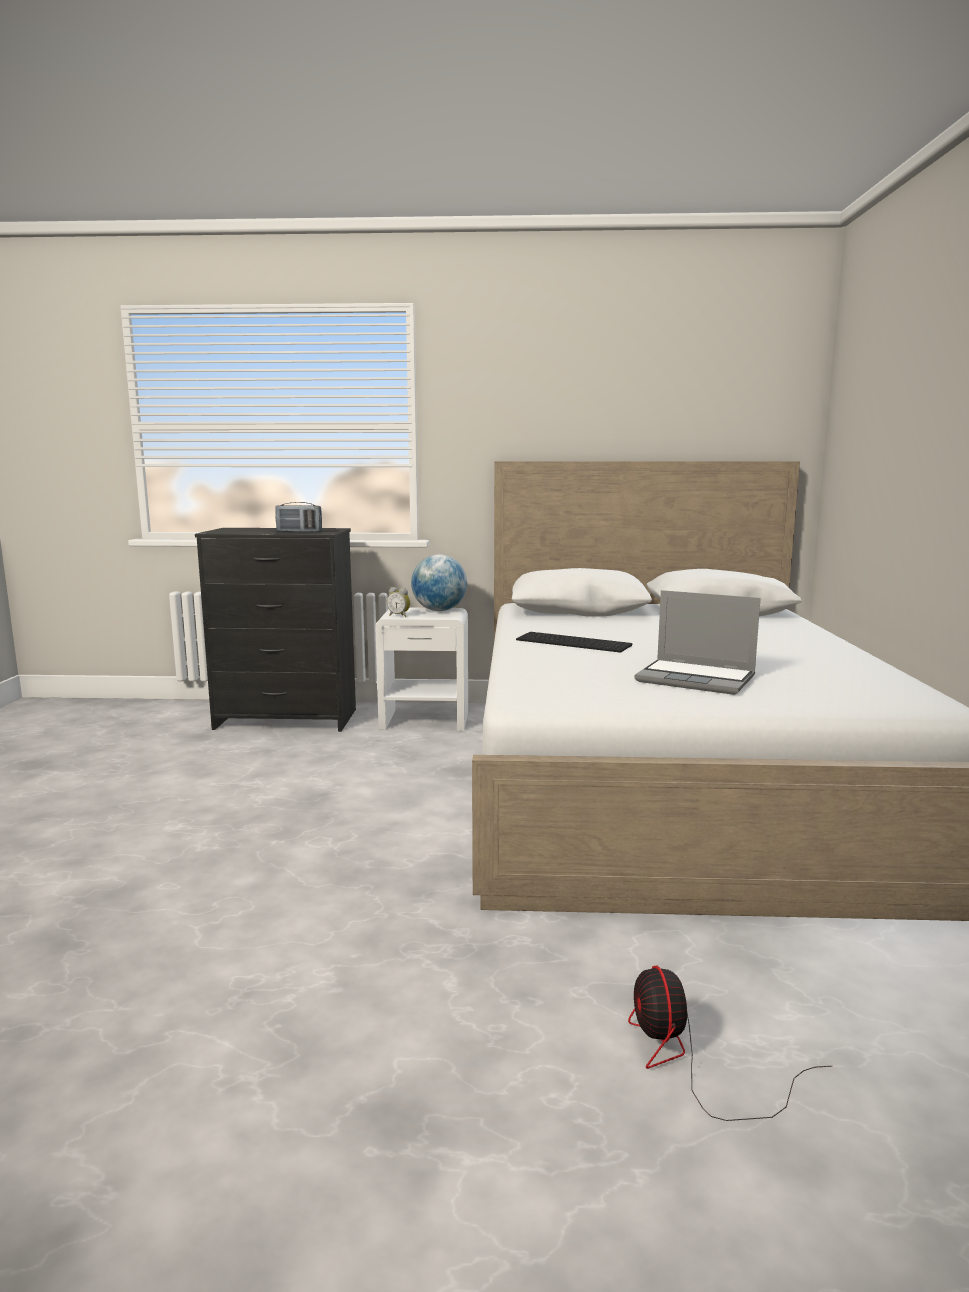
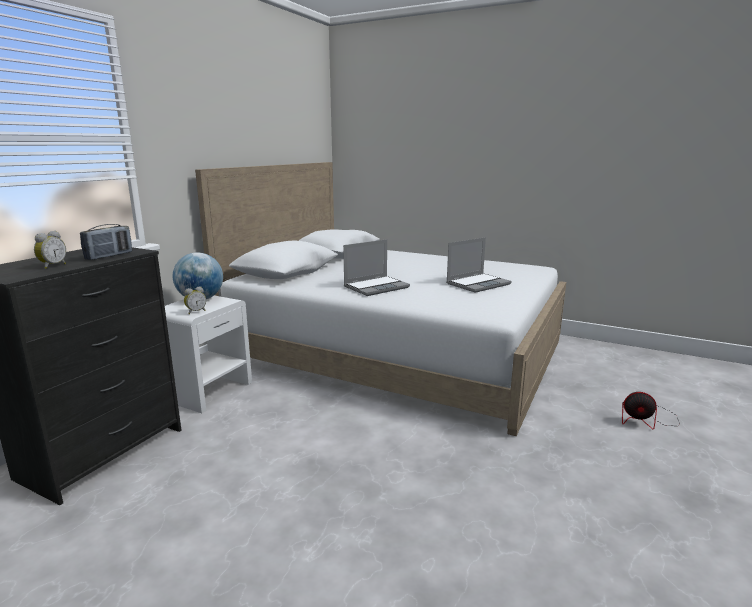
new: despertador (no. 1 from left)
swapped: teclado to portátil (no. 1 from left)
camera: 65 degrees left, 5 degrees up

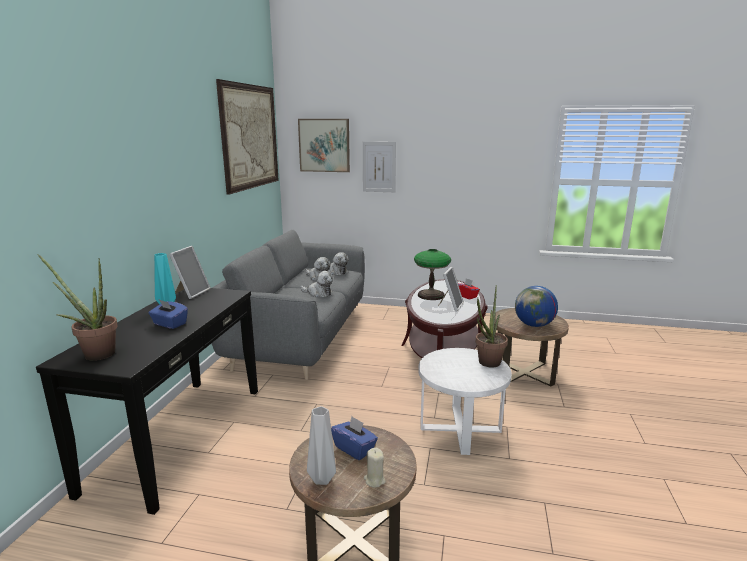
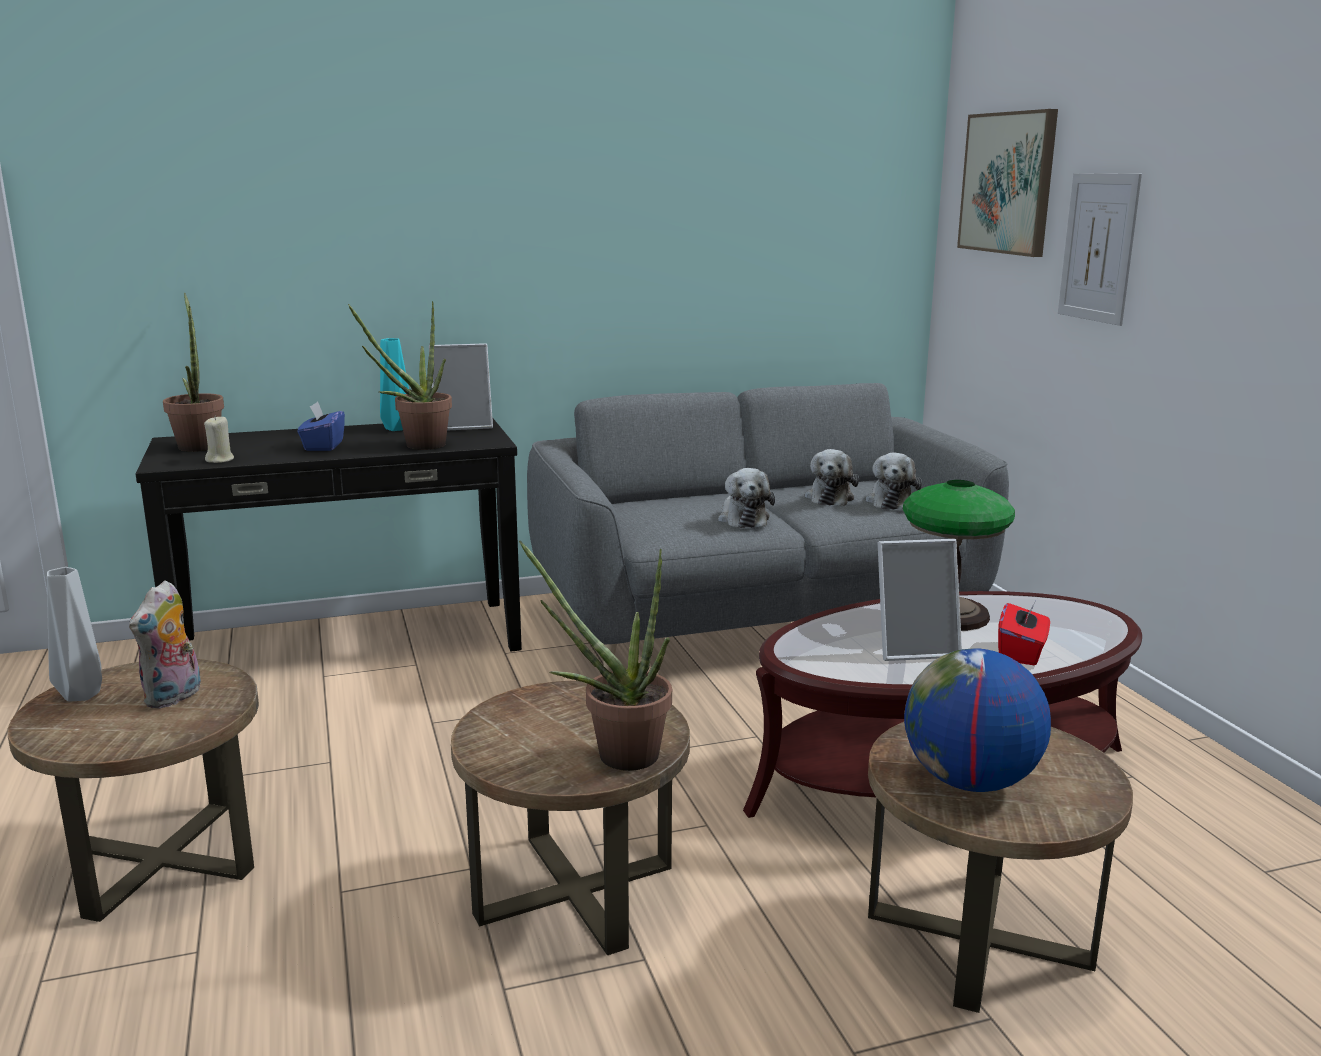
gone: cuadro (no. 1 from left)
new: planta en maceta (no. 2 from left)
shifted: vela (beis)
swapped: caja de pañuelos (azul) (no. 2 from left) to peluche (no. 1 from left)
repainted: mesa auxiliar (blanco) to mesa auxiliar (marrón) (no. 2 from left)
camera: 60 degrees right, 0 degrees up

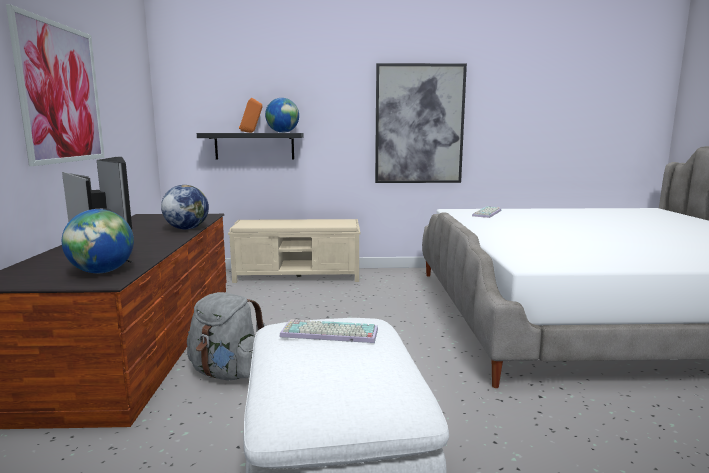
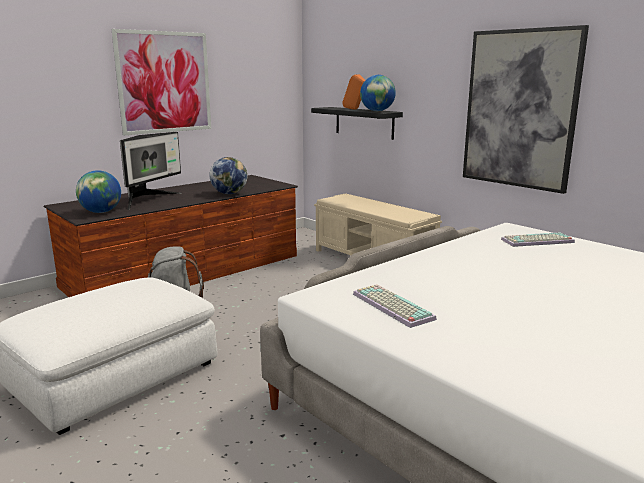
shifted: teclado (no. 1 from left)
camera: 50 degrees right, 5 degrees up

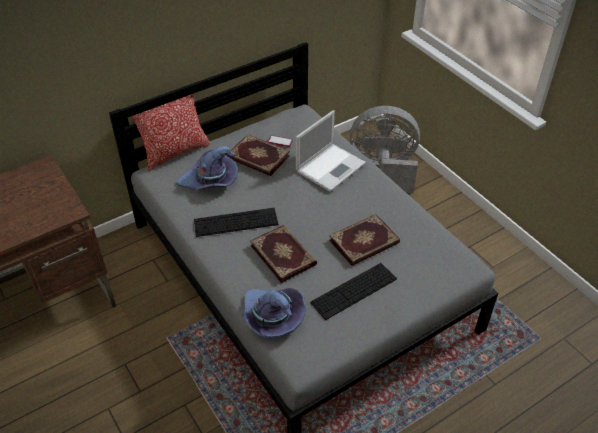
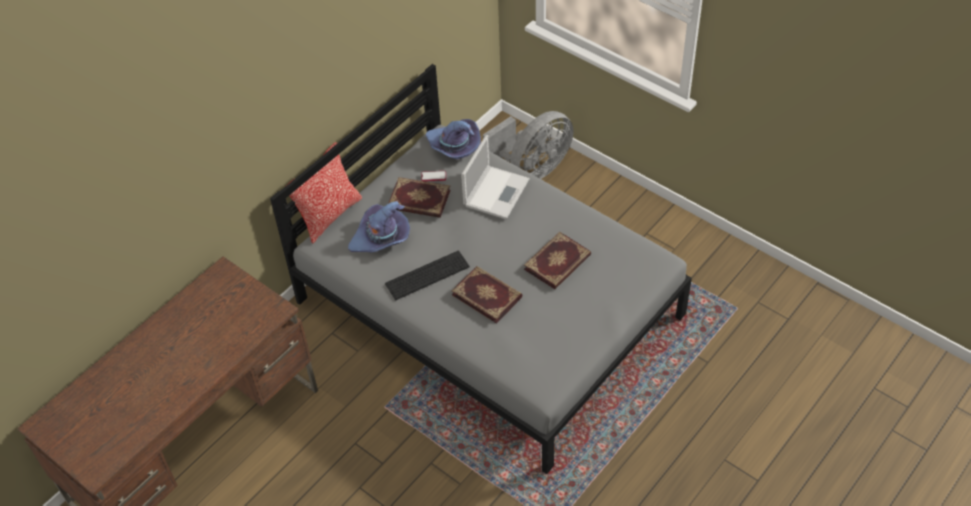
gone: teclado (no. 2 from left)
shifted: sombrero (morado) (no. 2 from left)
rotated: ventilador (gris) 150 degrees clockwise
camera: 15 degrees left, 5 degrees up

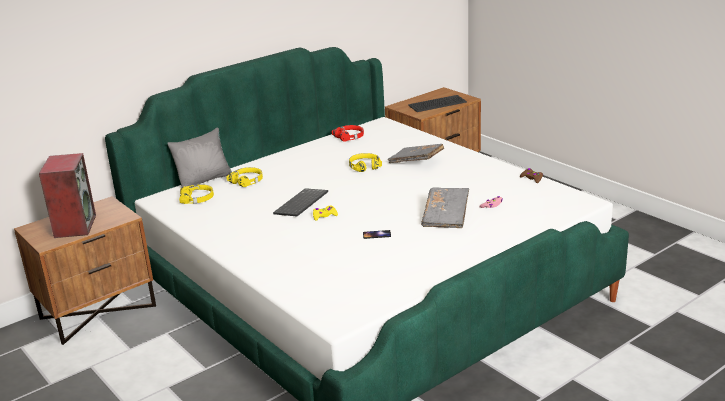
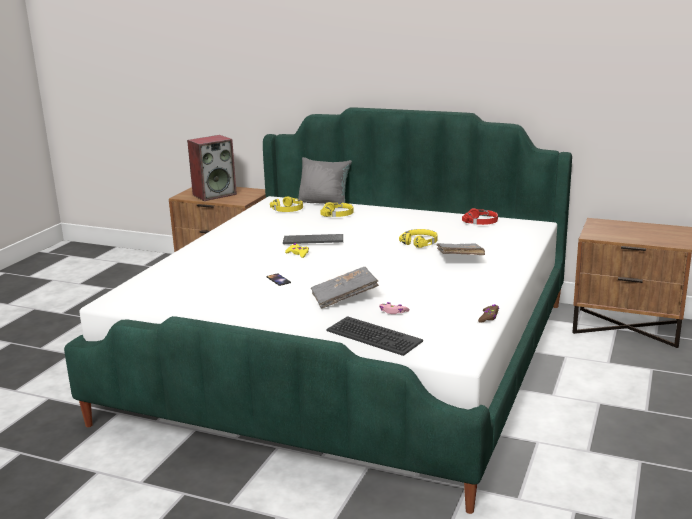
shifted: teclado (no. 2 from left)
camera: 60 degrees right, 5 degrees down

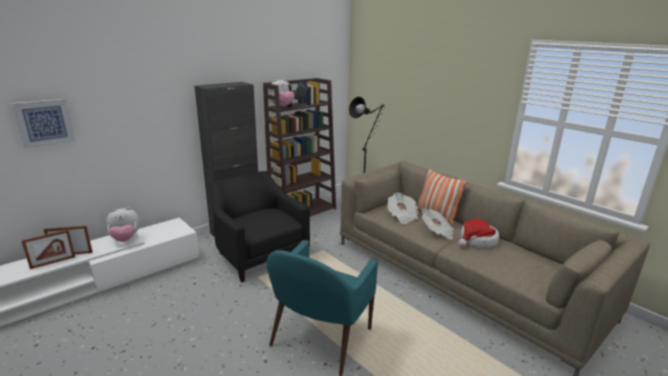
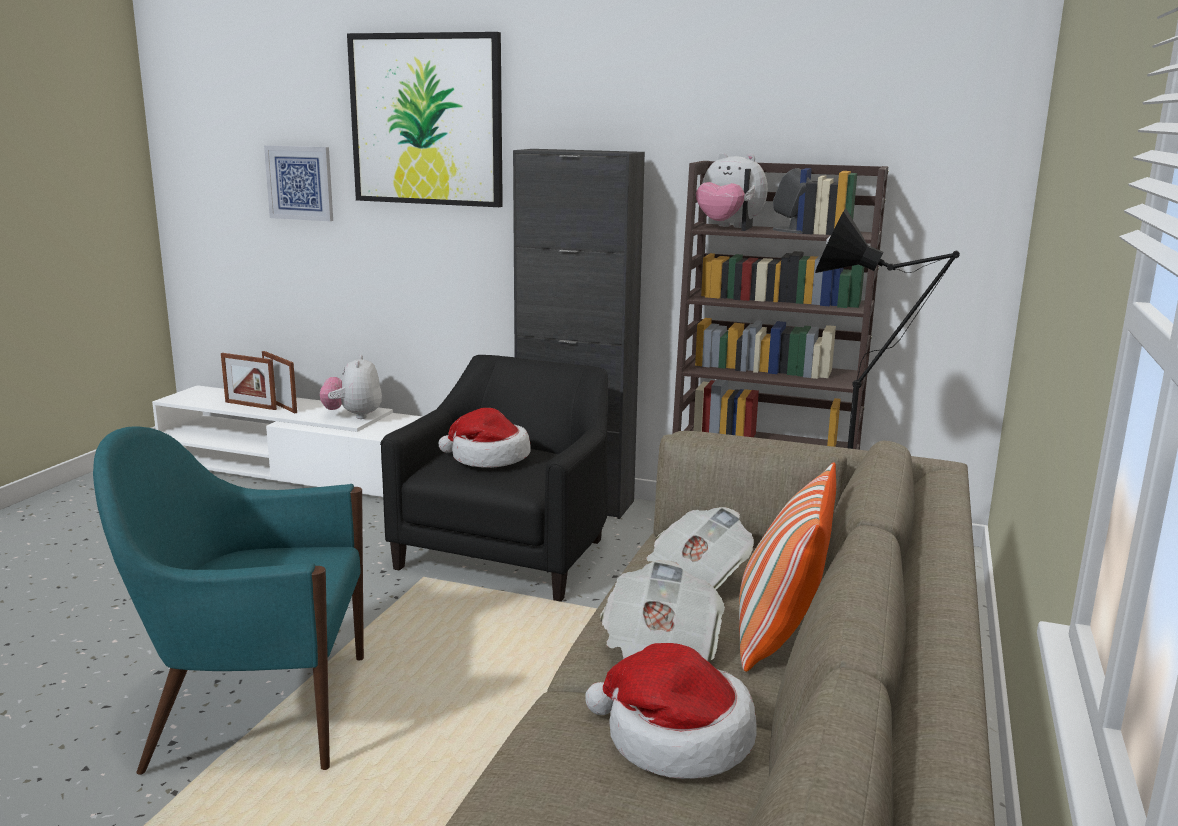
new: cuadro (no. 2 from left); sombrero (no. 1 from left)
rotated: peluche (no. 1 from left) 45 degrees clockwise
camera: 60 degrees right, 5 degrees down

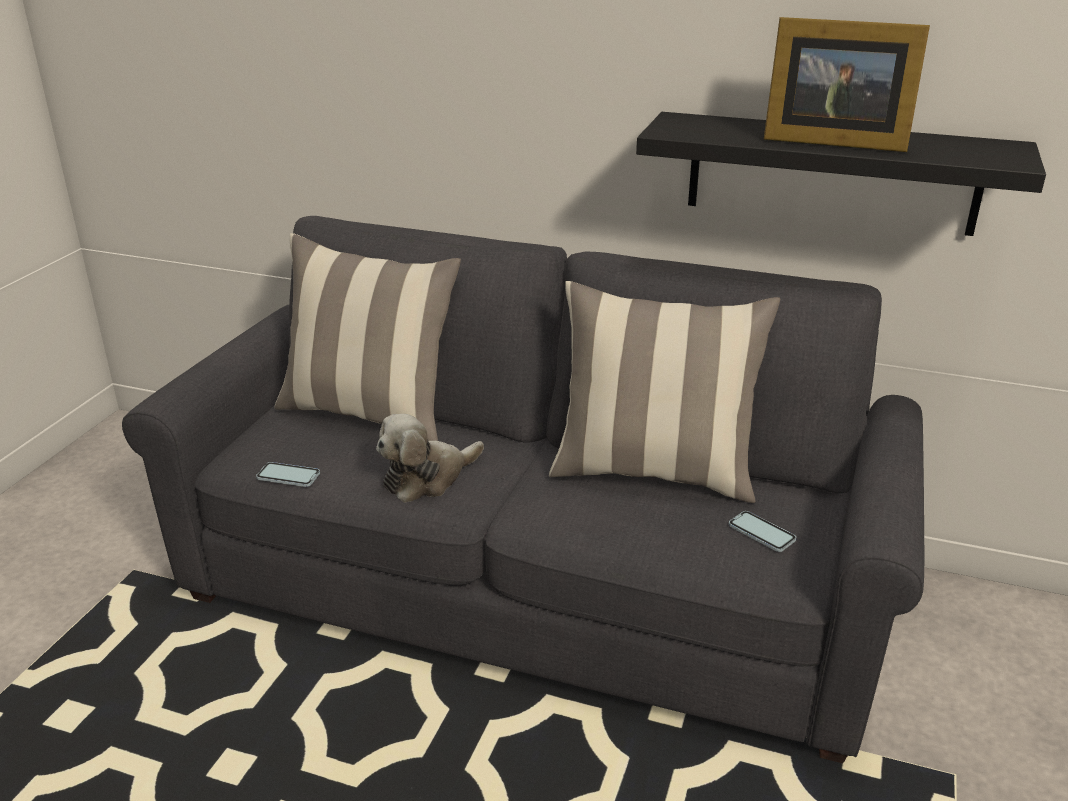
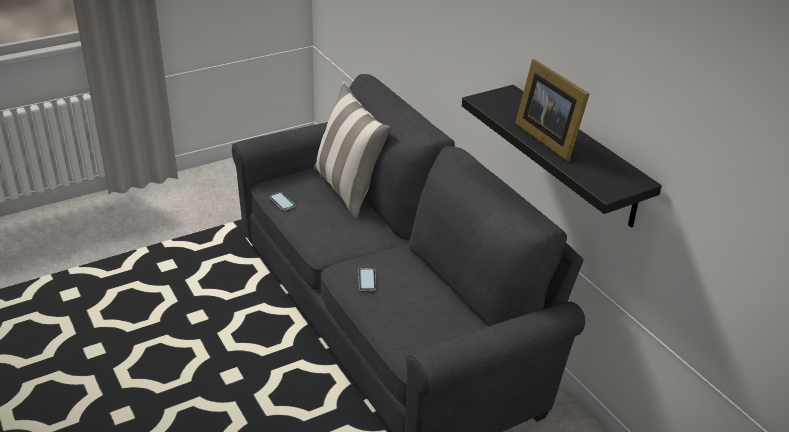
gone: peluche; cojín (no. 2 from left)
shifted: móvil (no. 2 from left)
camera: 40 degrees right, 5 degrees up

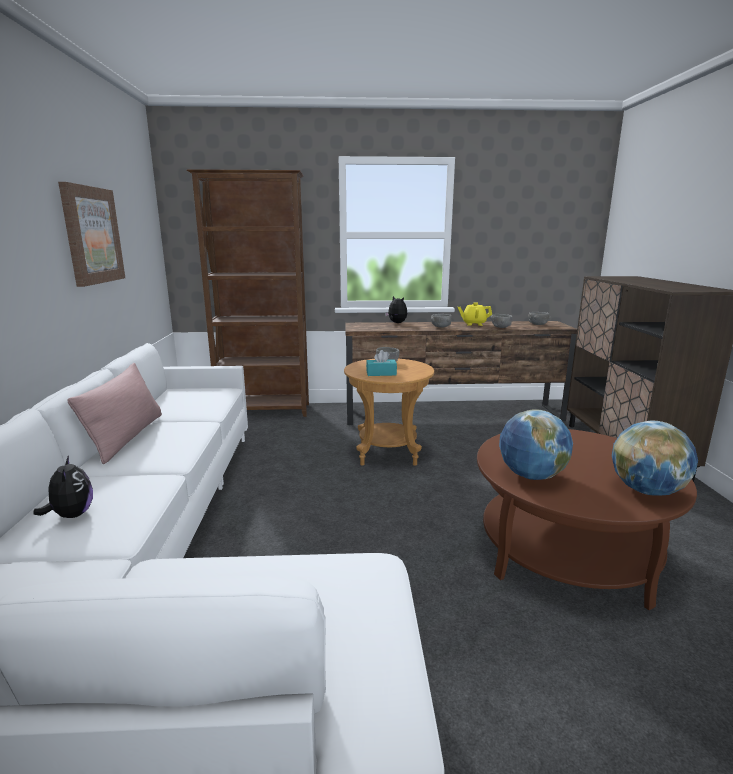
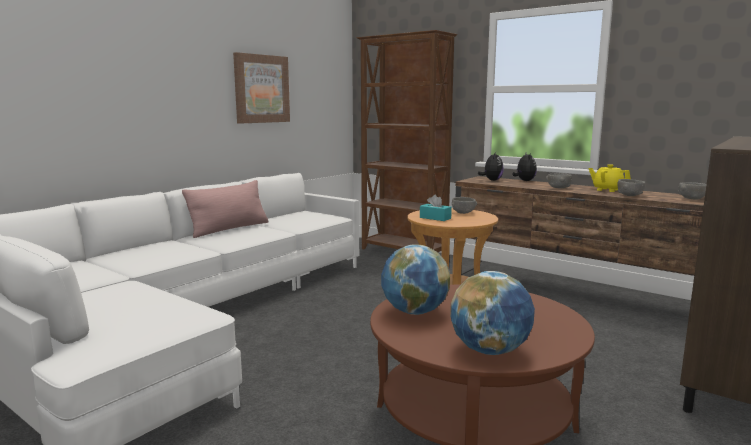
shifted: peluche (no. 1 from left)
camera: 40 degrees right, 5 degrees down

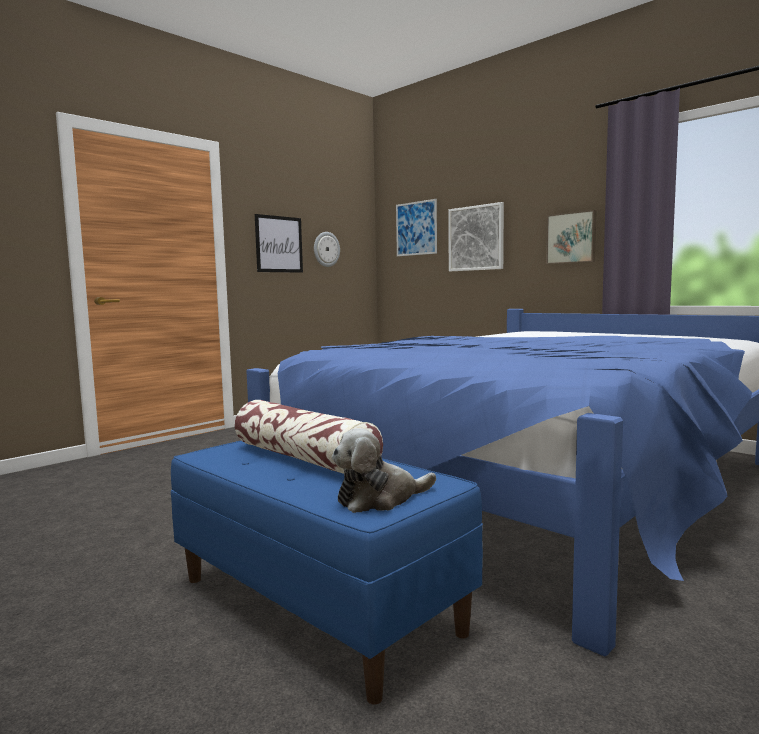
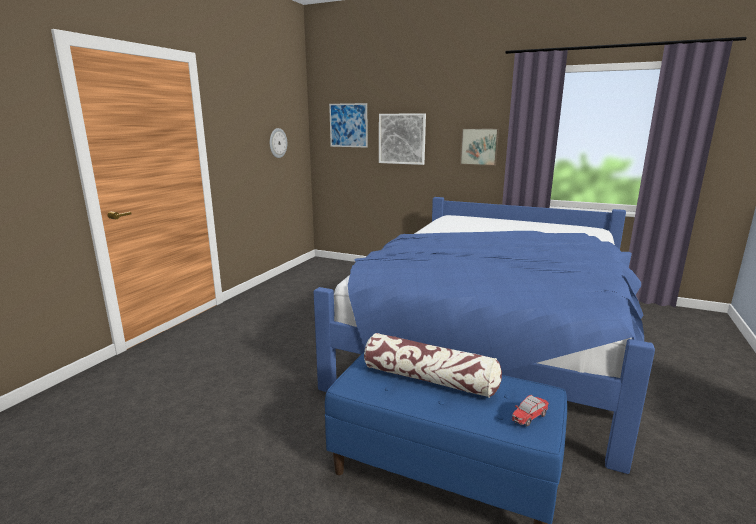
gone: cuadro (no. 1 from left)
swapped: peluche to coche de juguete
camera: 20 degrees left, 10 degrees up

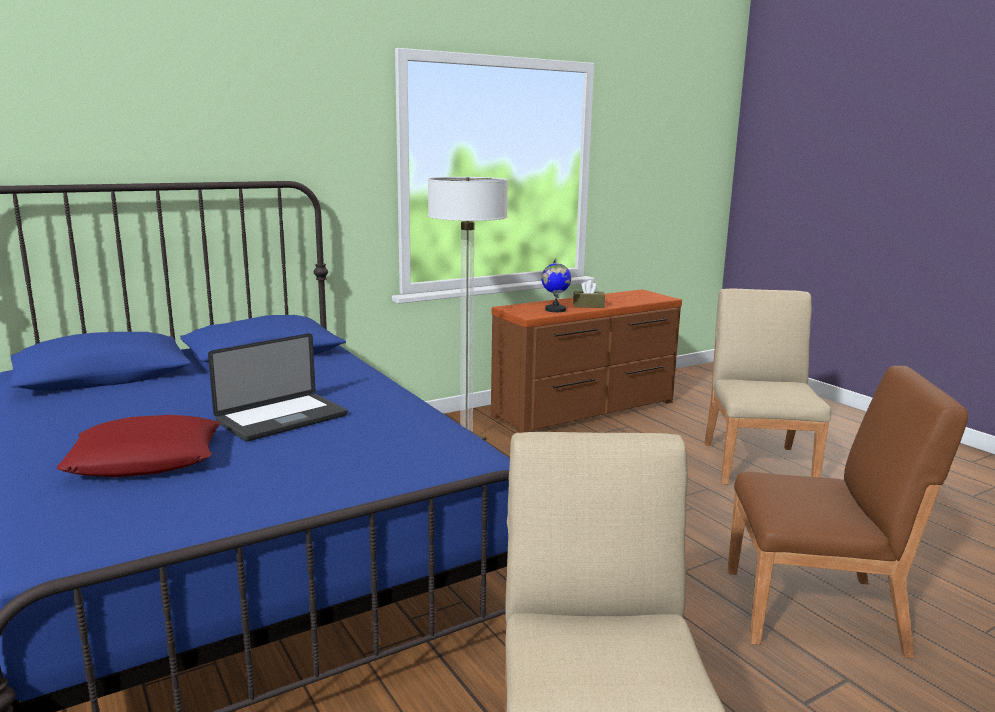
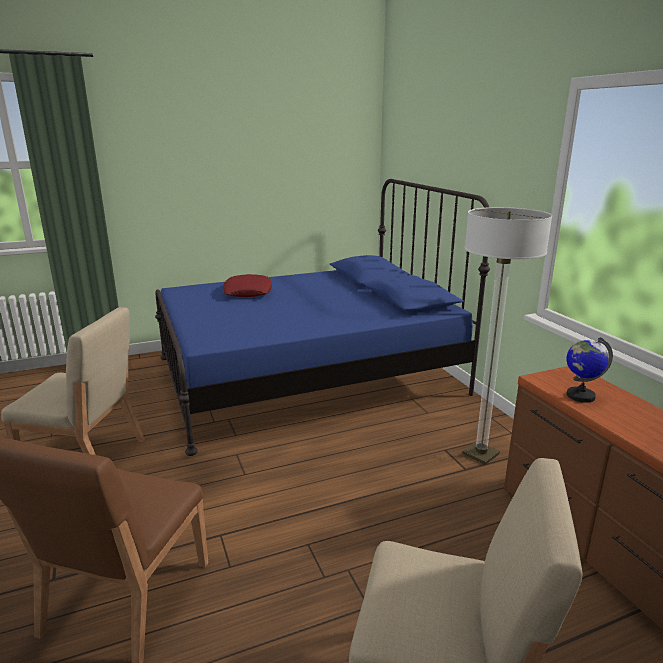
gone: portátil; caja de pañuelos (marrón)
camera: 100 degrees right, 5 degrees up

